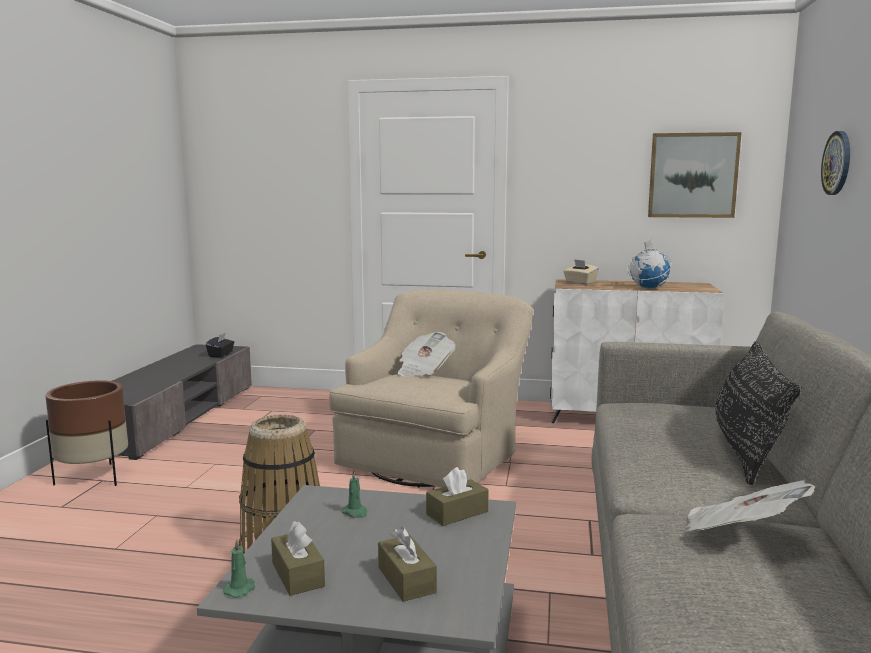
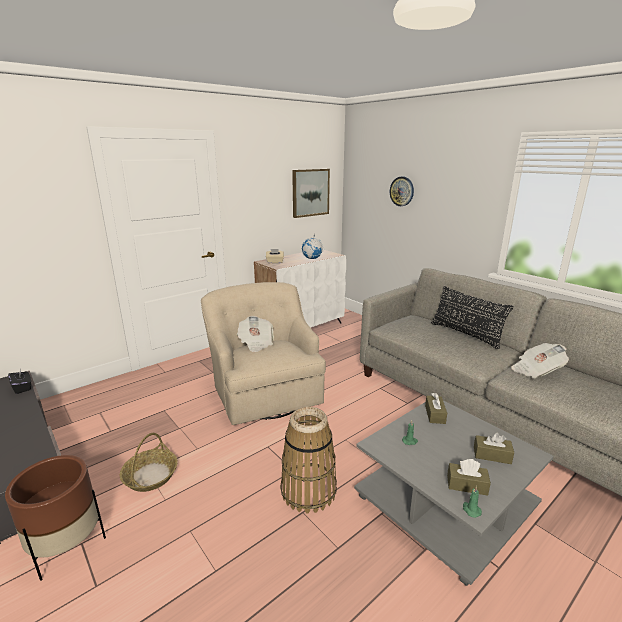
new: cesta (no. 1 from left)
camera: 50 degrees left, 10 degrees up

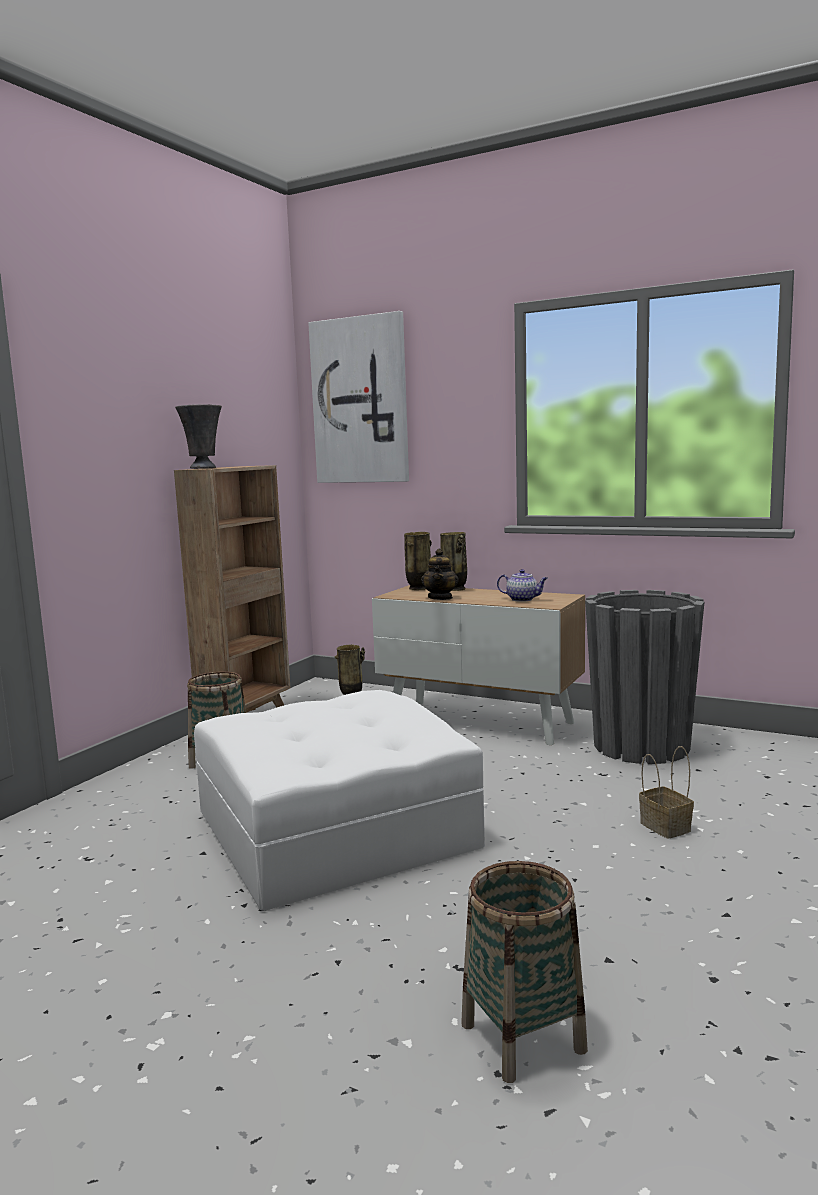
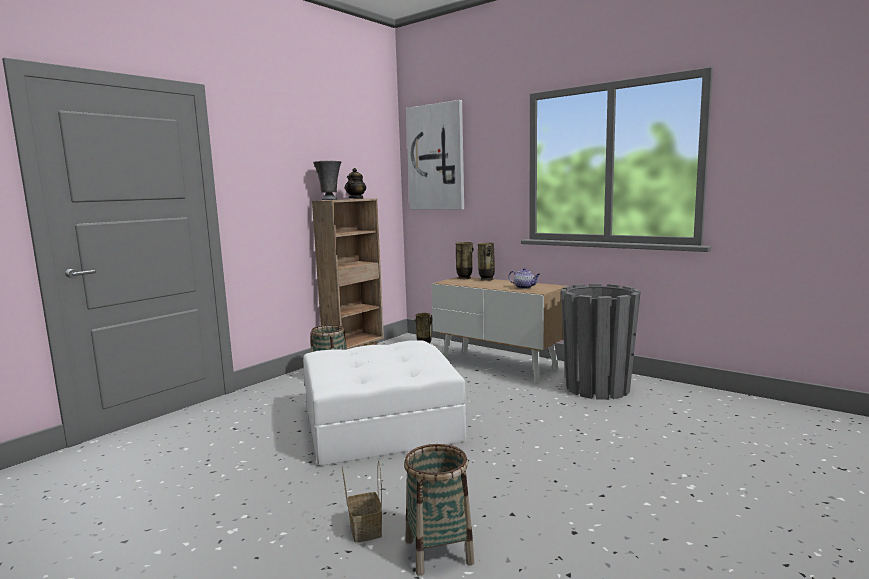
shifted: cesta (no. 3 from left in the first image) to cesta (no. 2 from left); tetera (no. 1 from left)
camera: 10 degrees right, 0 degrees up

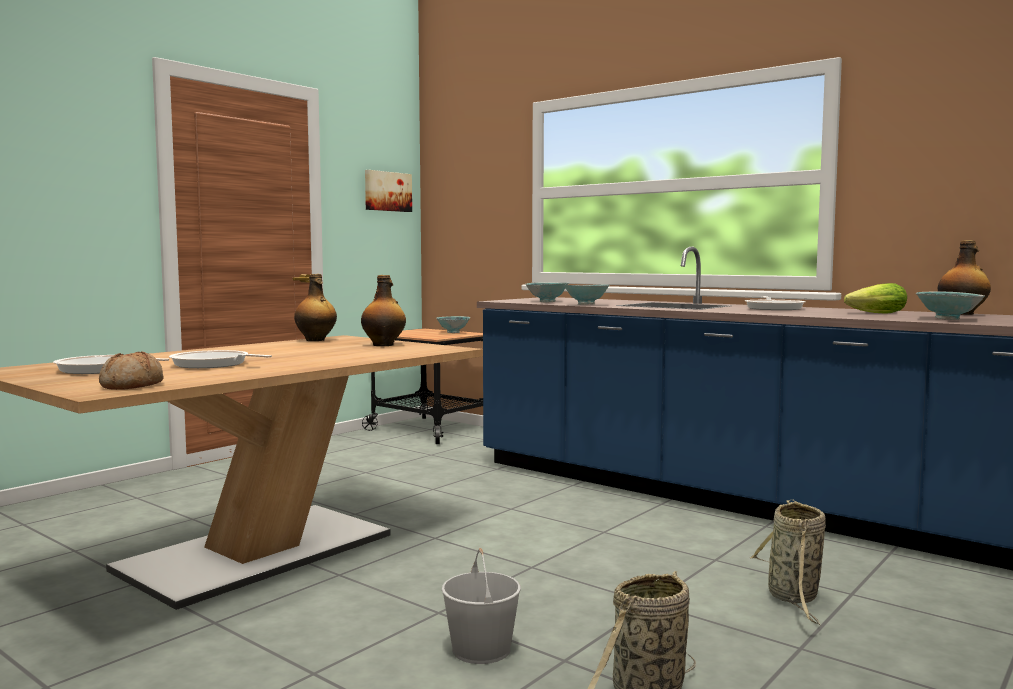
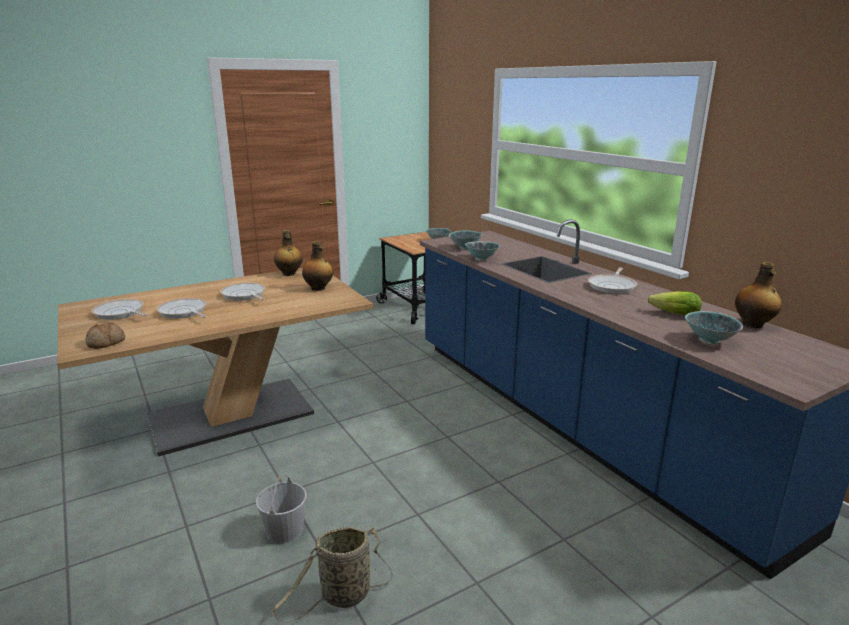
gone: cuadro; cesta (no. 2 from left)
new: sartén (no. 3 from left)
camera: 20 degrees right, 15 degrees up

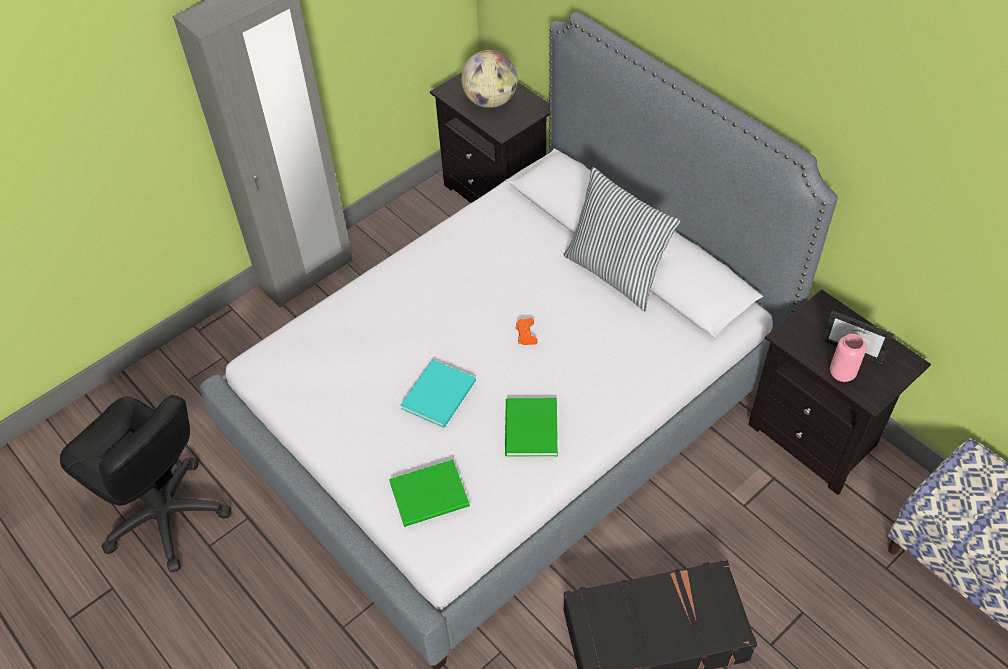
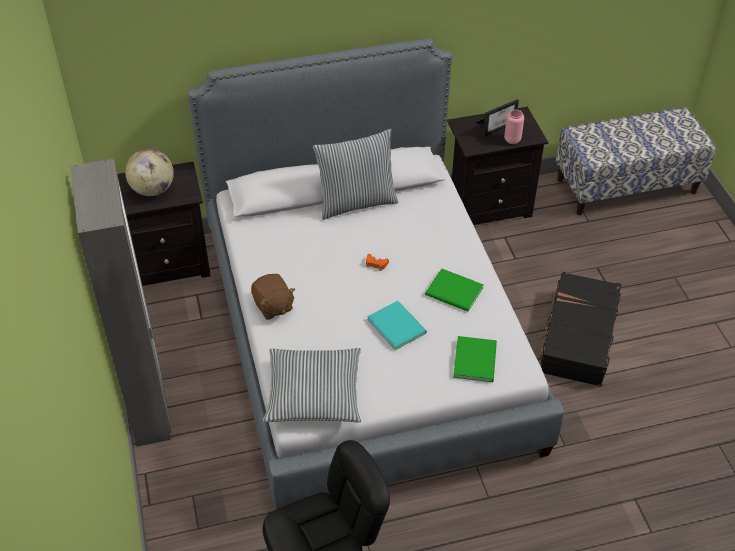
new: peluche (marrón); cojín (no. 1 from left)
camera: 65 degrees left, 5 degrees down

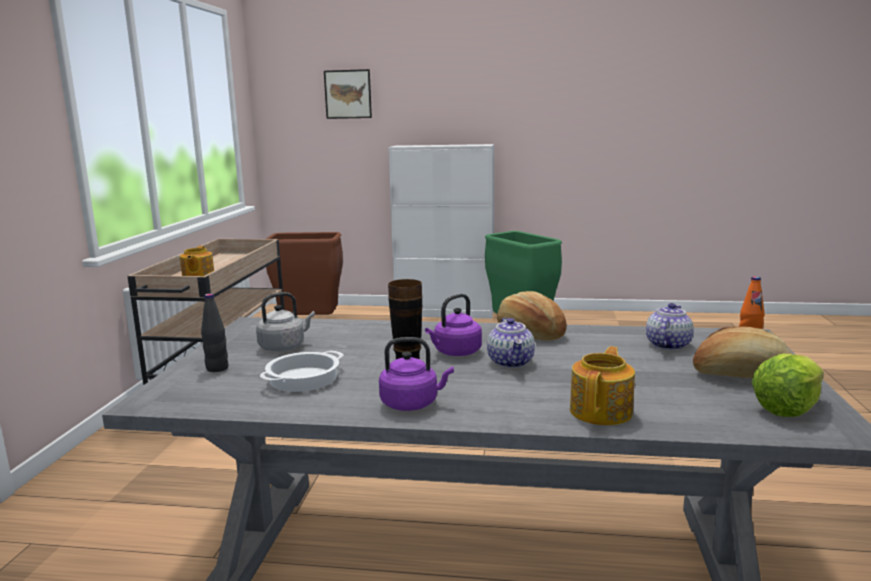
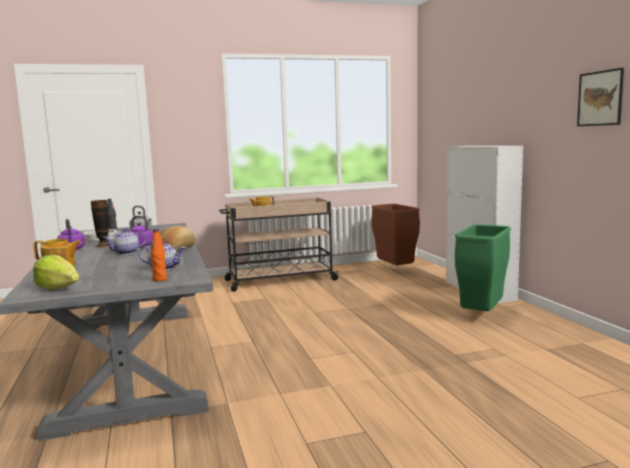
gone: pan (no. 2 from left)
shifted: cuadro
camera: 65 degrees right, 5 degrees down

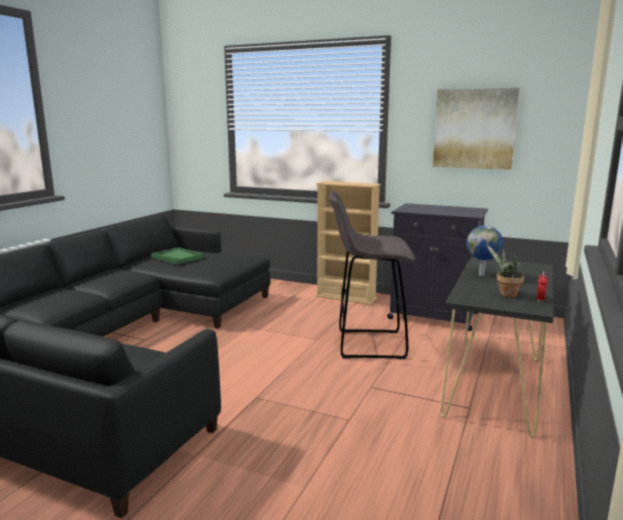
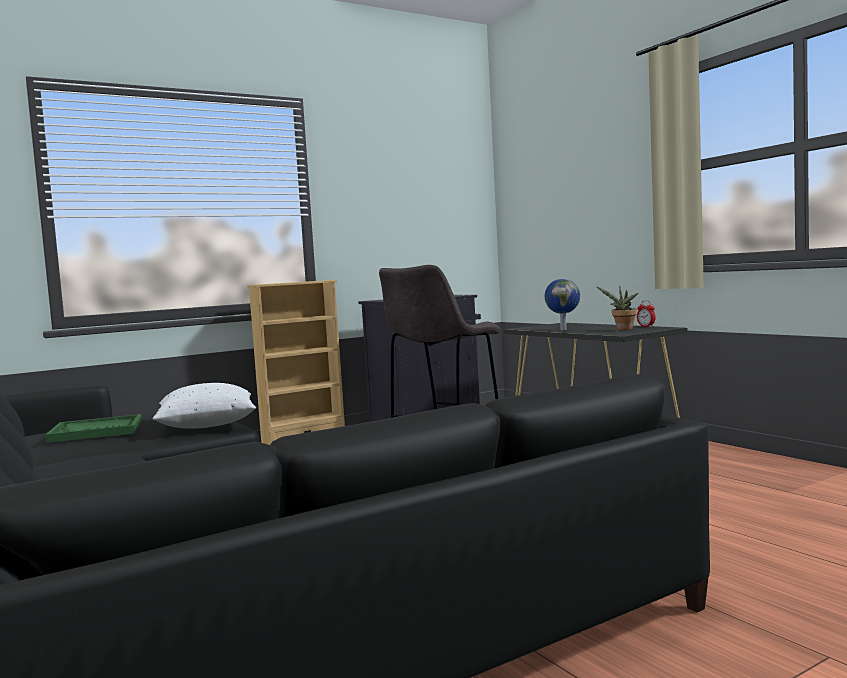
gone: cuadro
new: cojín (blanco)
camera: 55 degrees left, 10 degrees down

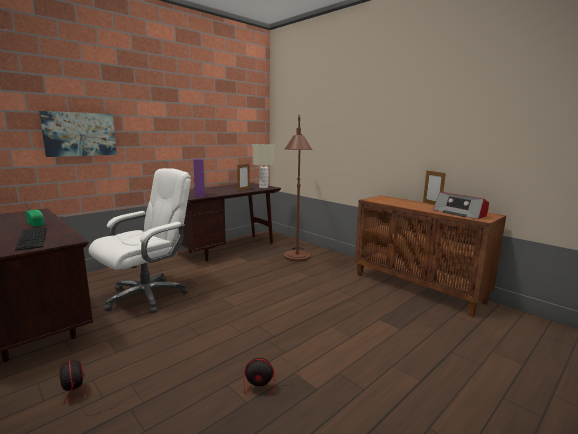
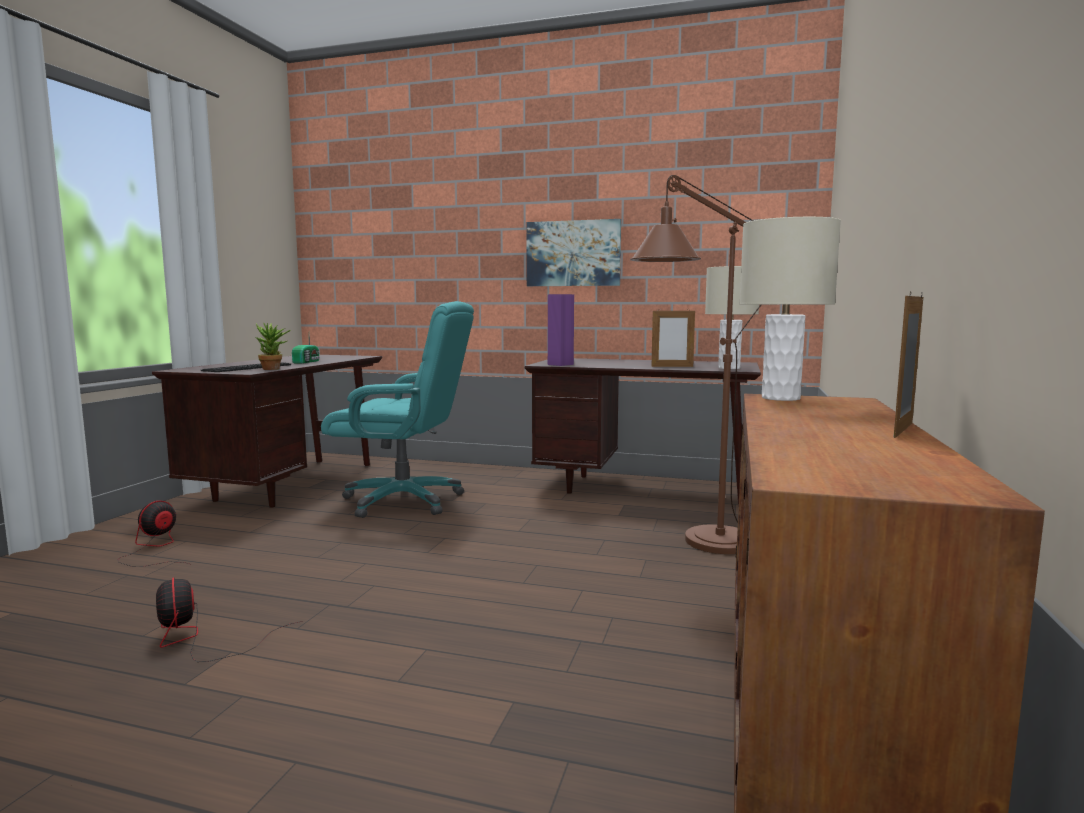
gone: radio (no. 2 from left)
new: planta en maceta; lámpara de mesa (beis) (no. 2 from left)
shifted: cuadro
repainted: silla de oficina (blanco) to silla de oficina (turquesa)
camera: 60 degrees right, 5 degrees down

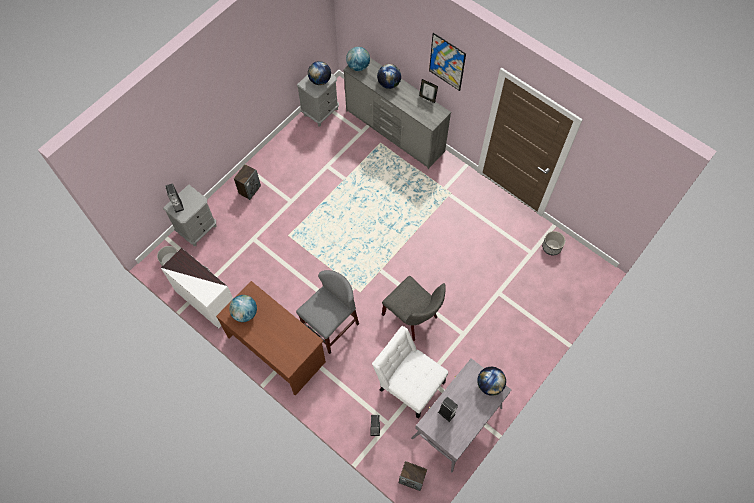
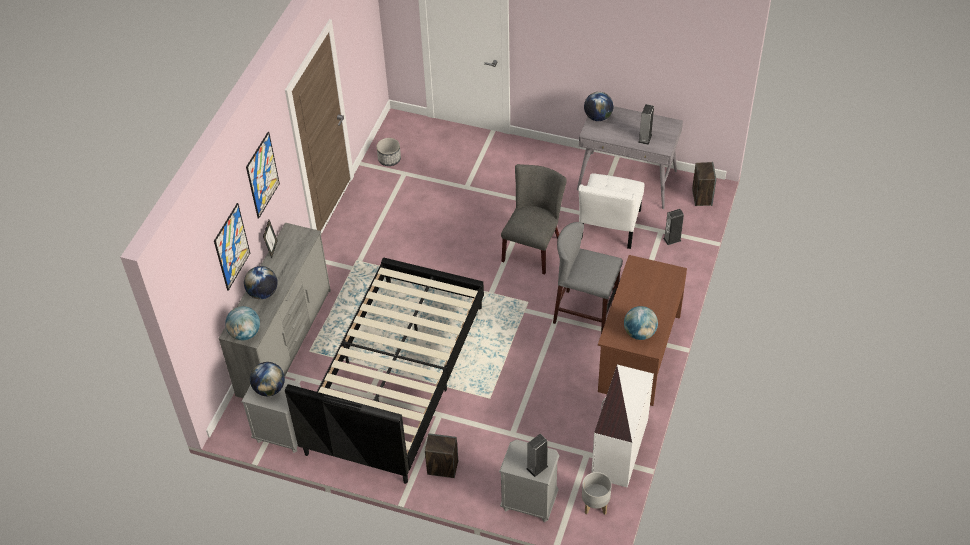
new: cuadro (no. 1 from left); cama (negro)
camera: 110 degrees left, 15 degrees down

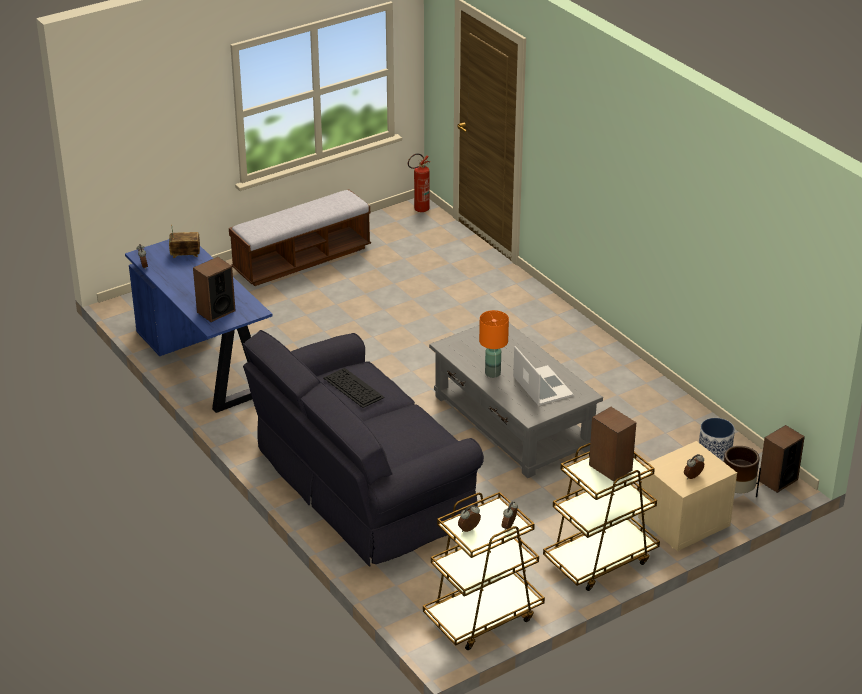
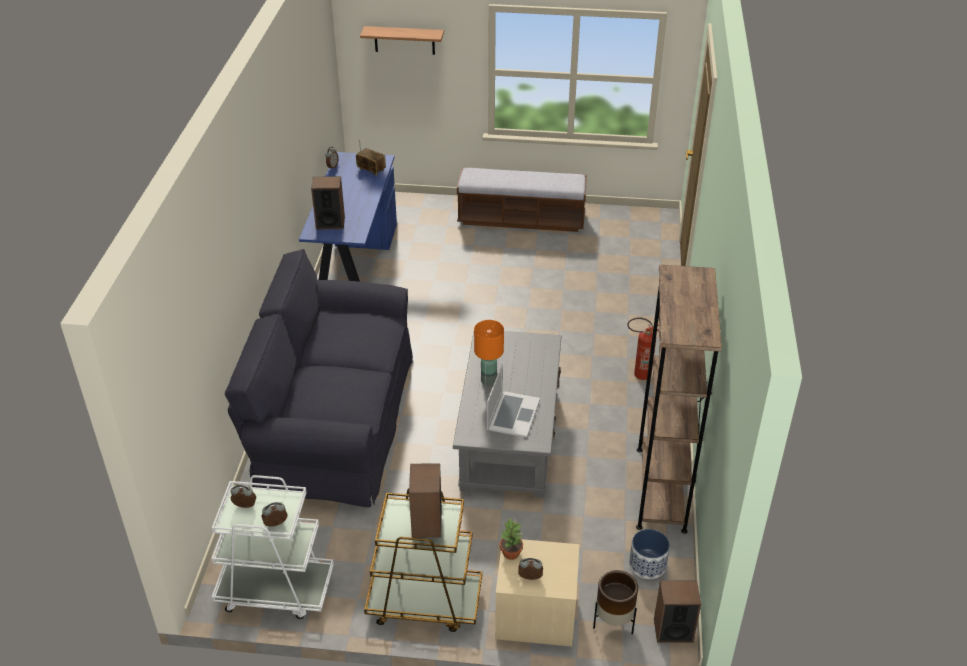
gone: teclado
new: estante; planta en maceta; estantería (marrón)
shifted: extintor
repainted: carrito (marrón) (no. 1 from left) to carrito (blanco)
camera: 40 degrees right, 5 degrees up

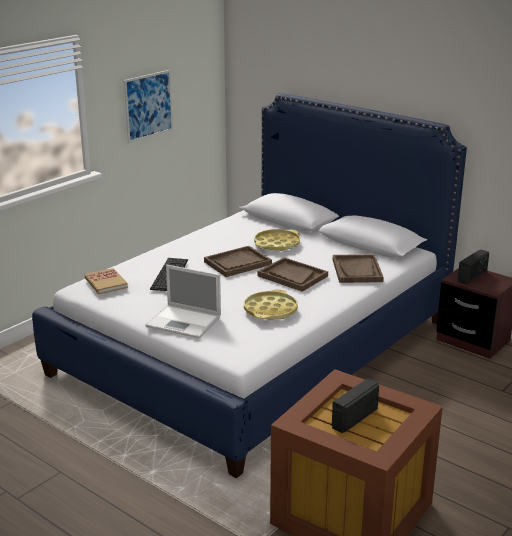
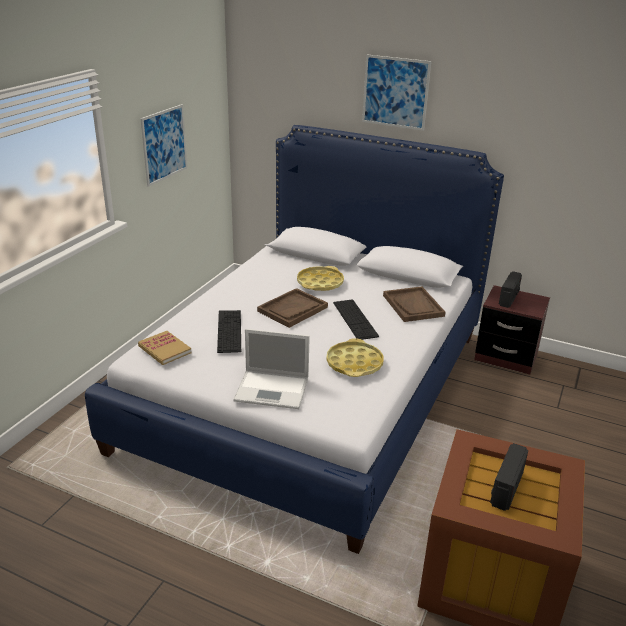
new: cuadro (no. 2 from left)
swapped: bandeja (marrón) (no. 2 from left) to teclado (no. 2 from left)
camera: 15 degrees left, 5 degrees up

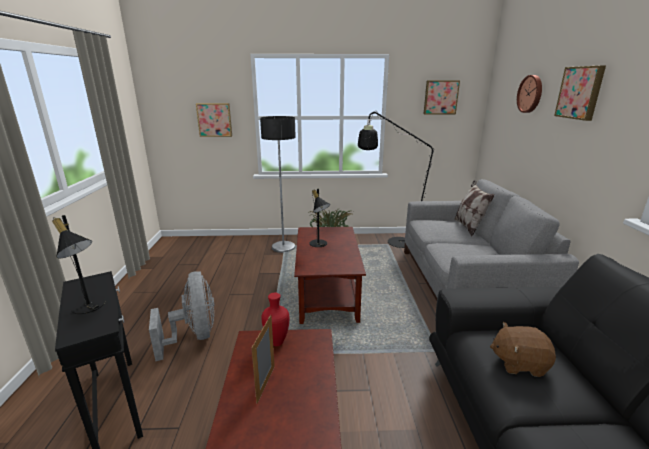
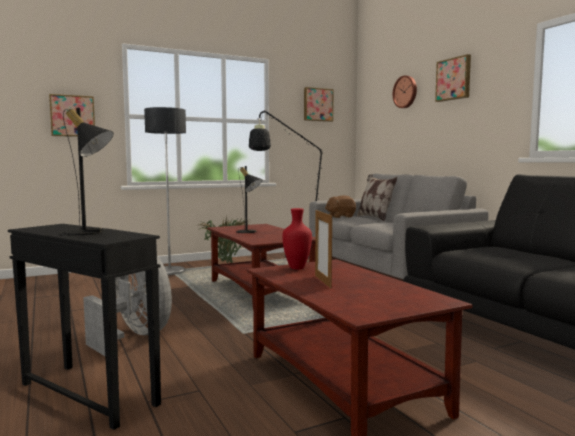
shifted: peluche (marrón)
camera: 25 degrees left, 15 degrees down

